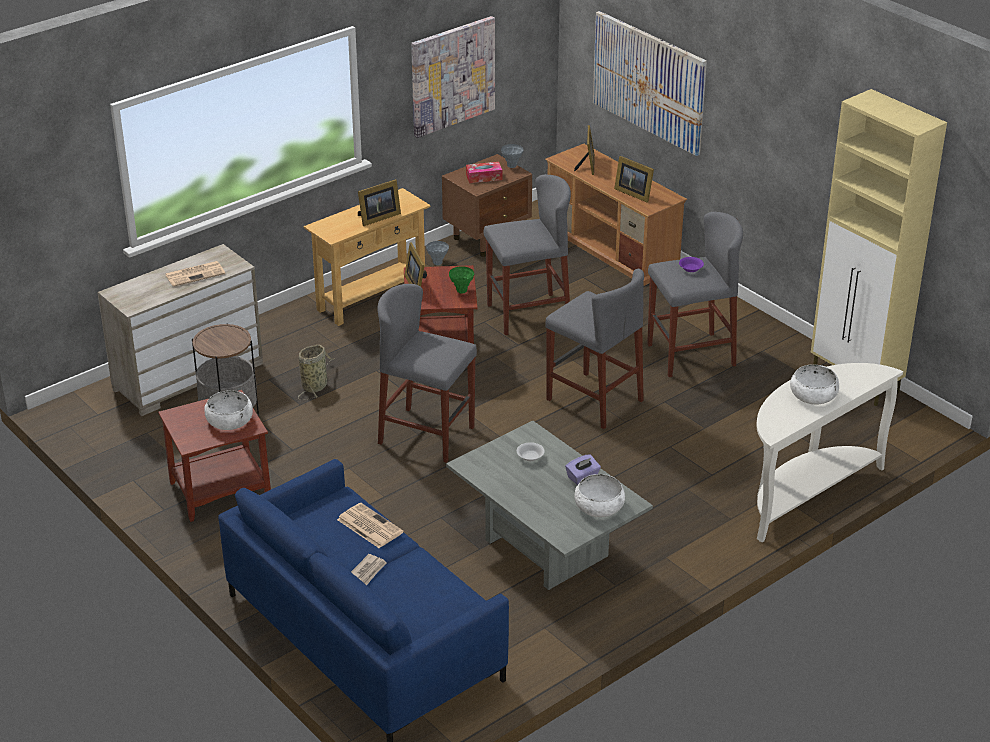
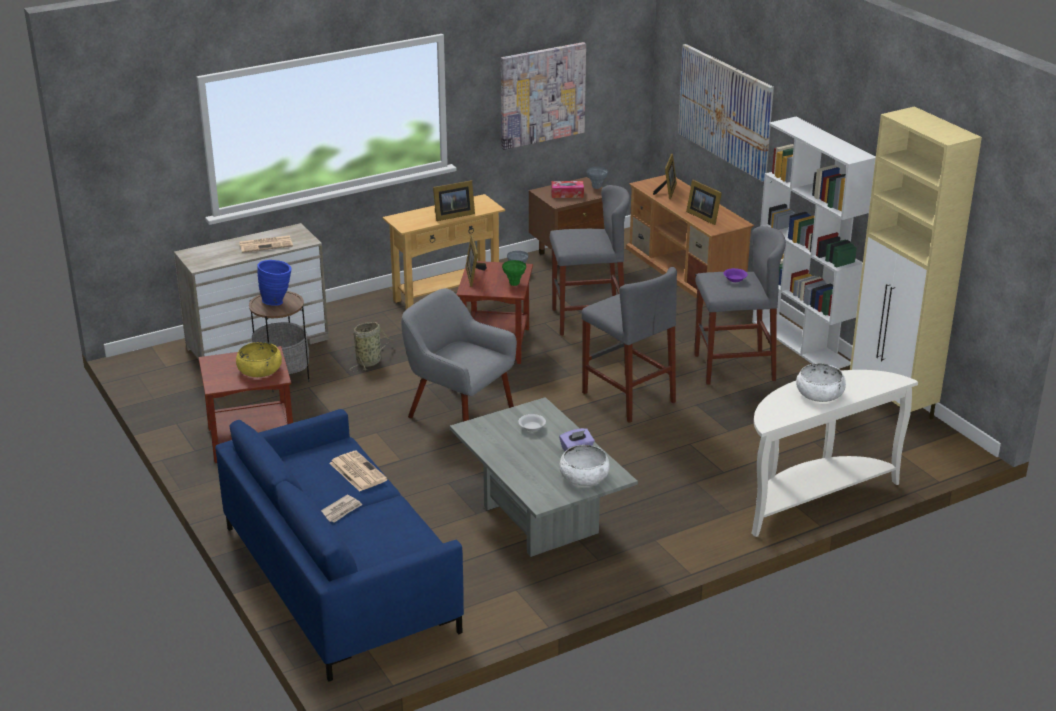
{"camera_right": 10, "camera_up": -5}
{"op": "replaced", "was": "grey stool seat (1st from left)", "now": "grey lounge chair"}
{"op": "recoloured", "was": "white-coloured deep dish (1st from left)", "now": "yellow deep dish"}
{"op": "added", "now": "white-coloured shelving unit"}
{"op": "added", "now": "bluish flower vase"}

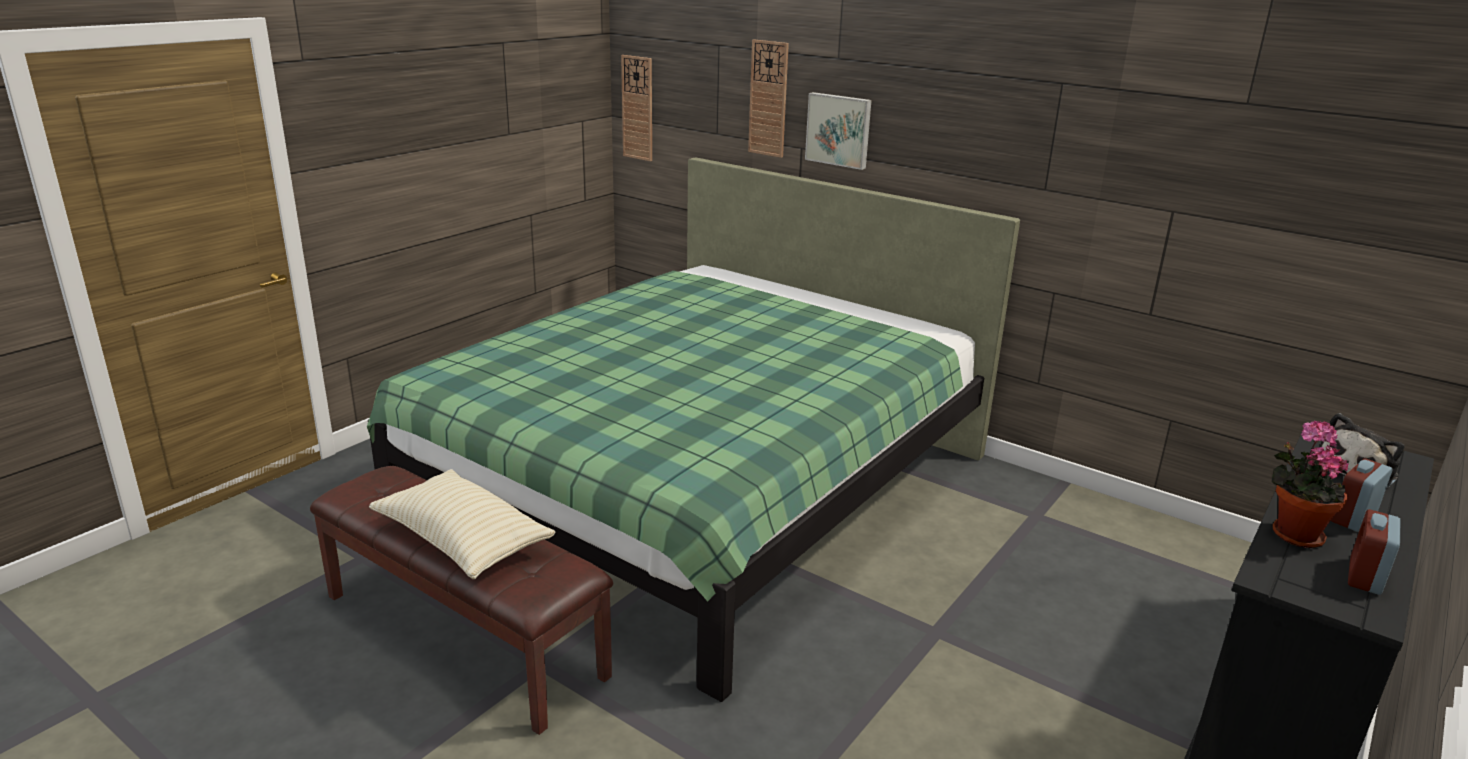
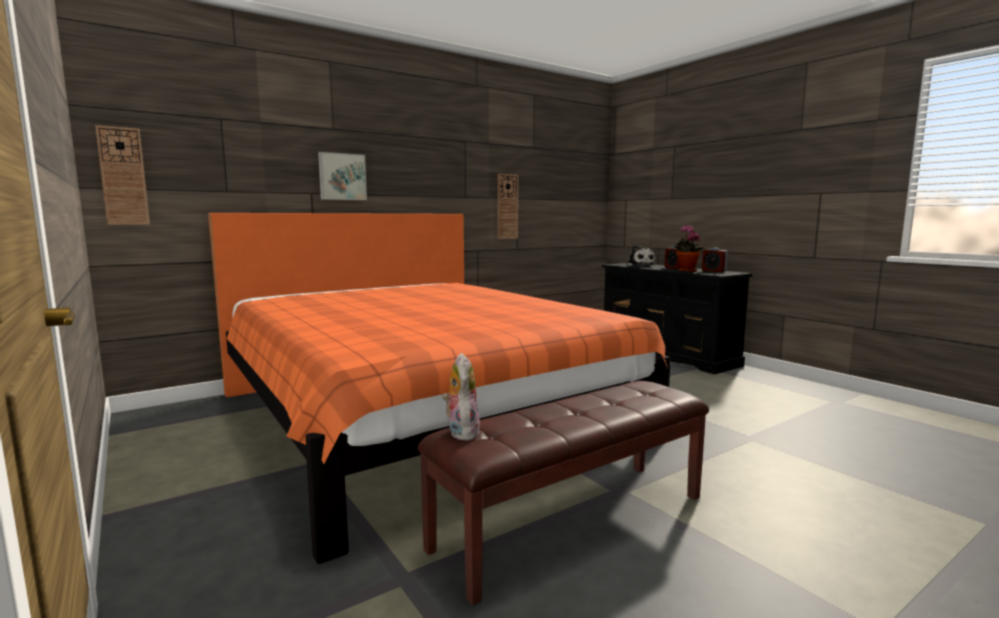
{"camera_right": -70, "camera_up": -15}
{"op": "moved", "was": "clock on the wall (2nd from left)"}
{"op": "recoloured", "was": "green bedroom bed", "now": "orangey bedroom bed"}
{"op": "removed", "was": "beige throw pillow"}
{"op": "added", "now": "soft toy (1st from left)"}

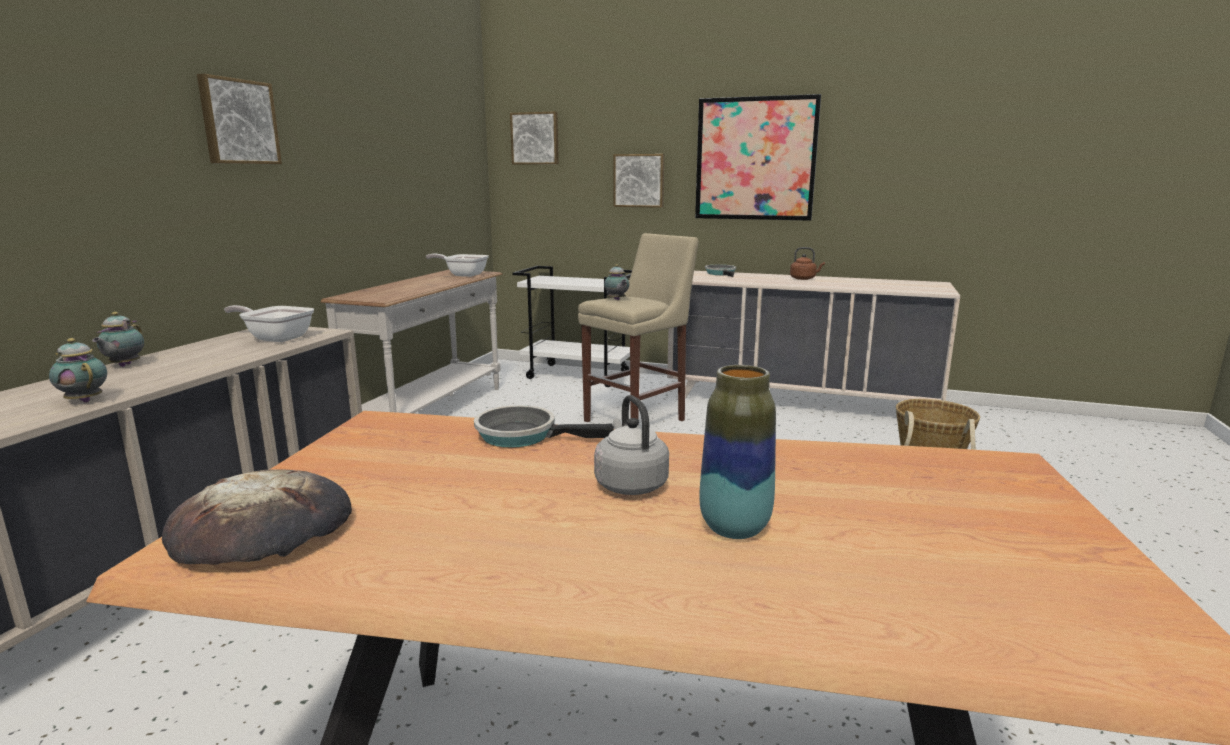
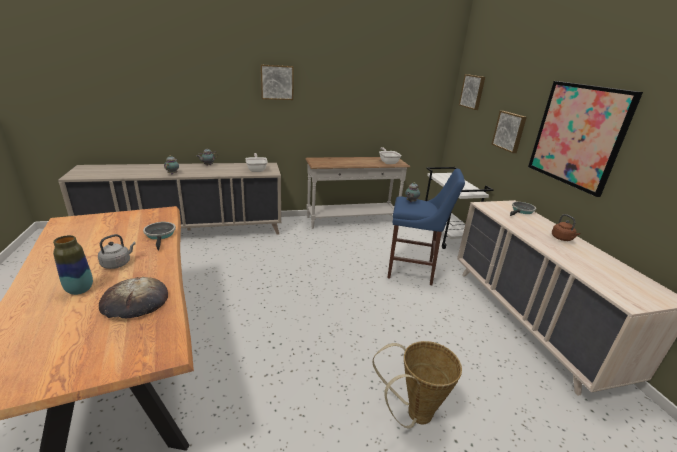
{"camera_right": 55, "camera_up": 10}
{"op": "recoloured", "was": "beige stool seat", "now": "bluish stool seat"}
{"op": "moved", "was": "bread"}

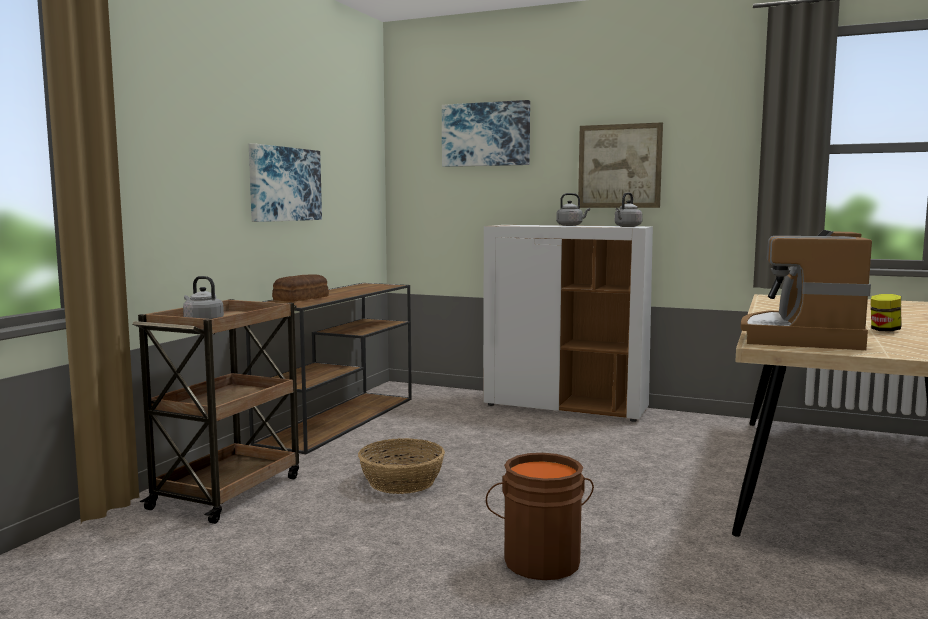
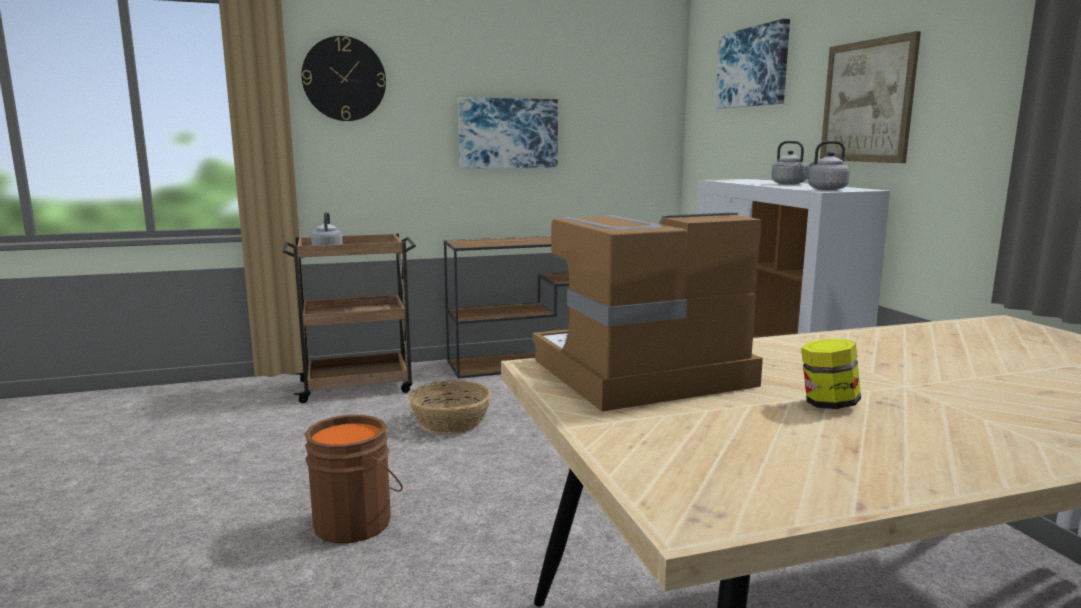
{"camera_right": 50, "camera_up": 5}
{"op": "removed", "was": "bread"}
{"op": "added", "now": "clock on the wall"}

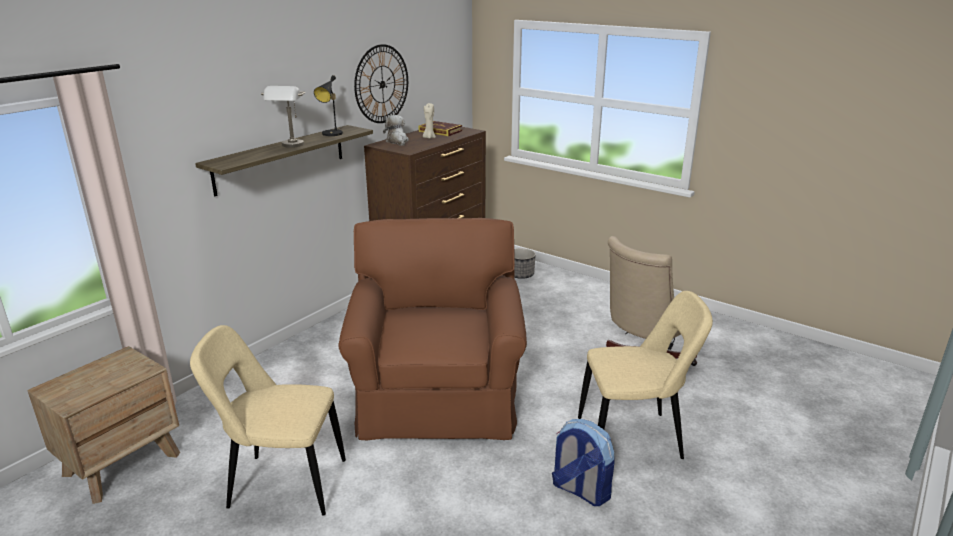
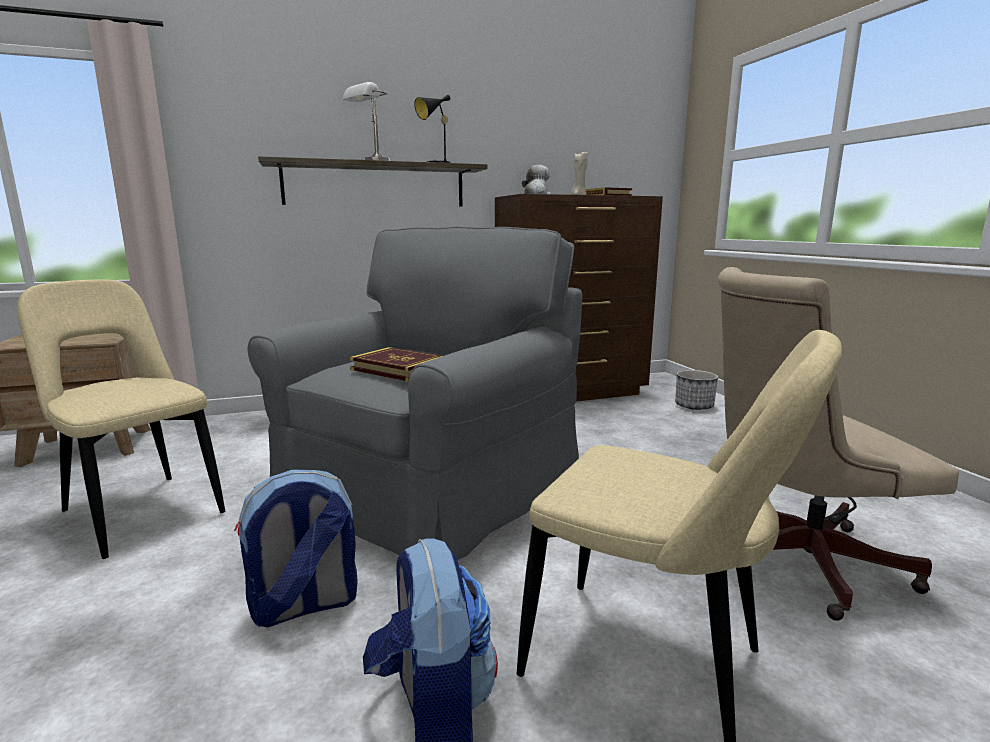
{"camera_right": 35, "camera_up": -10}
{"op": "removed", "was": "clock on the wall"}
{"op": "recoloured", "was": "brownish lounge chair", "now": "grey lounge chair"}
{"op": "added", "now": "book (1st from left)"}
{"op": "added", "now": "knapsack (1st from left)"}

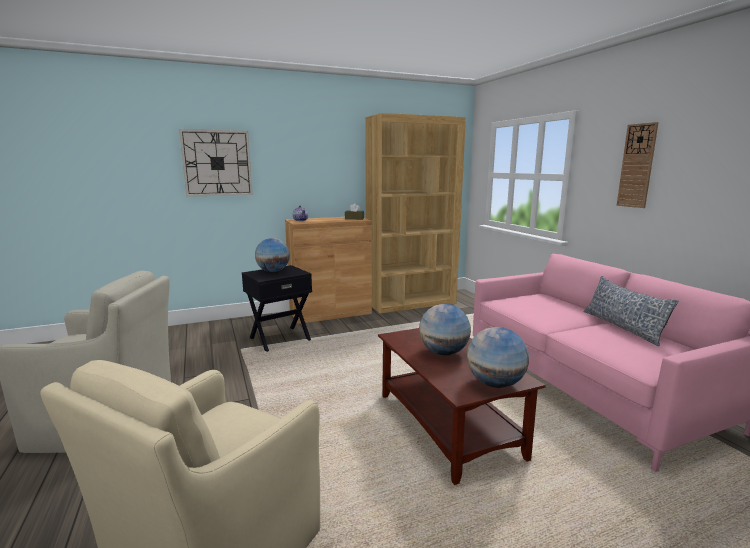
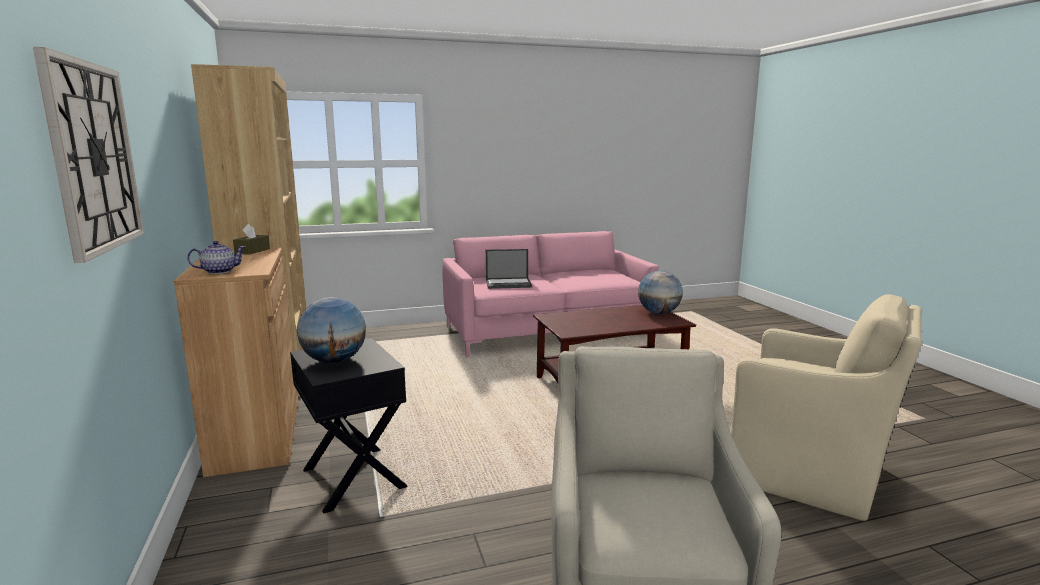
{"camera_right": -85, "camera_up": 0}
{"op": "removed", "was": "clock on the wall (2nd from left)"}
{"op": "removed", "was": "throw pillow"}
{"op": "removed", "was": "world globe (2nd from left)"}
{"op": "added", "now": "notebook computer"}

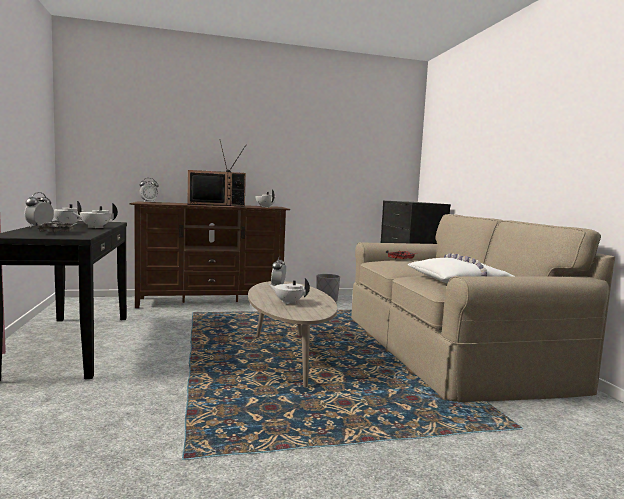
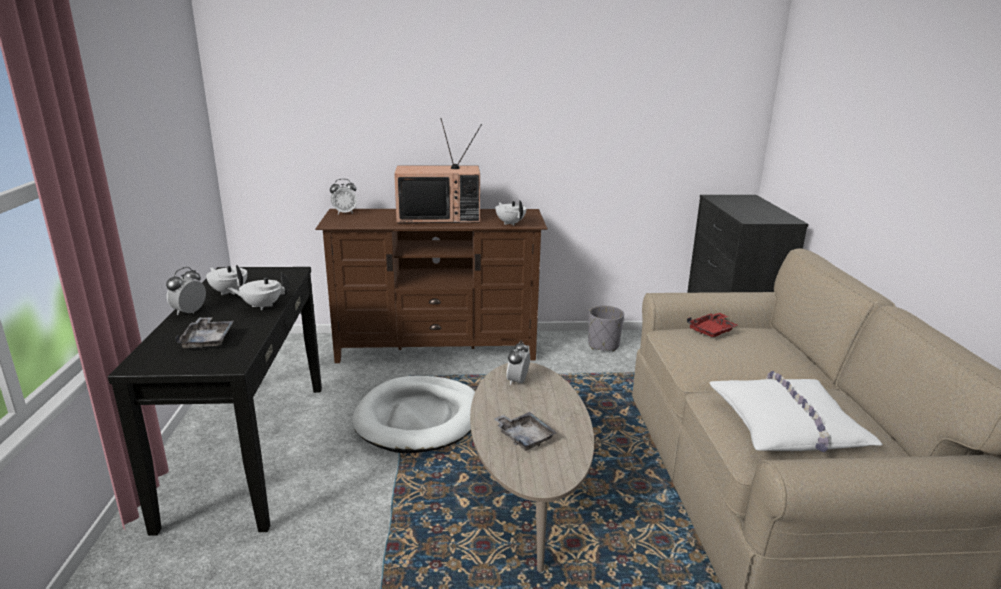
{"camera_right": 10, "camera_up": 15}
{"op": "replaced", "was": "white-coloured tea pot (4th from left)", "now": "grey serving tray (2nd from left)"}
{"op": "added", "now": "white-coloured dog bed"}

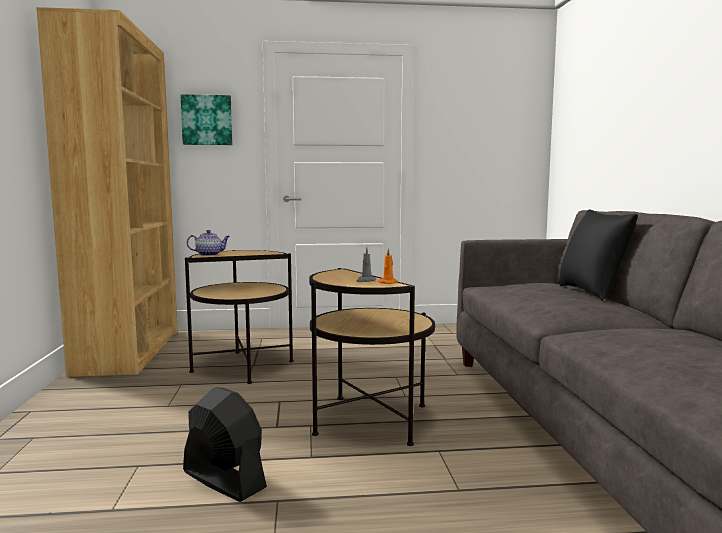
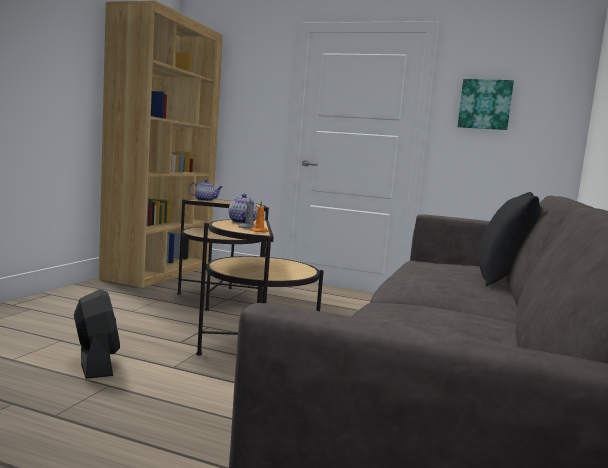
{"camera_right": 25, "camera_up": 0}
{"op": "moved", "was": "wall picture"}
{"op": "added", "now": "tea pot (2nd from left)"}

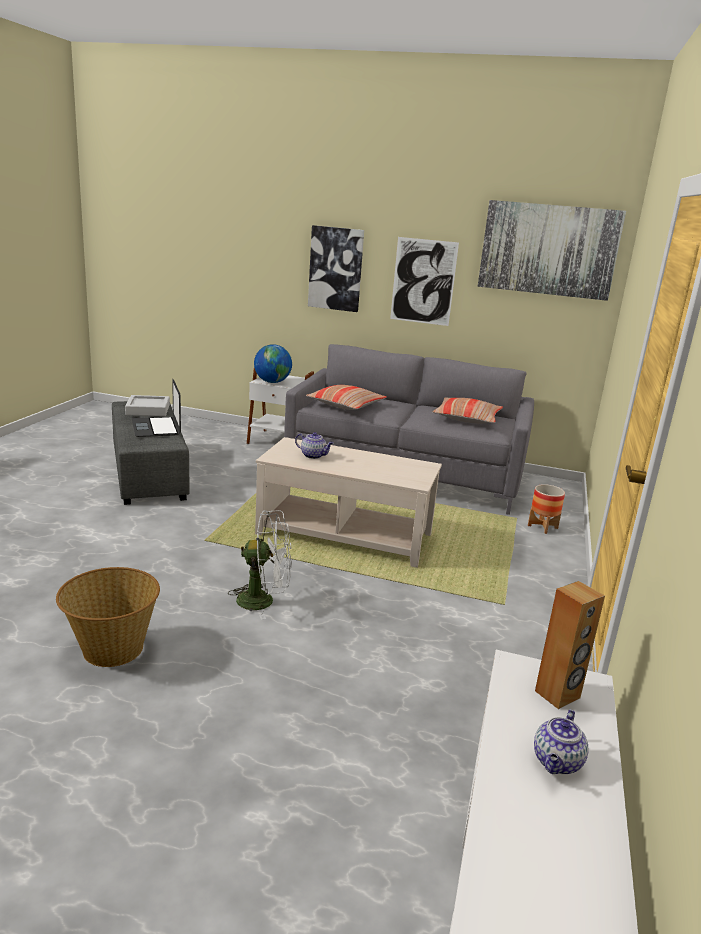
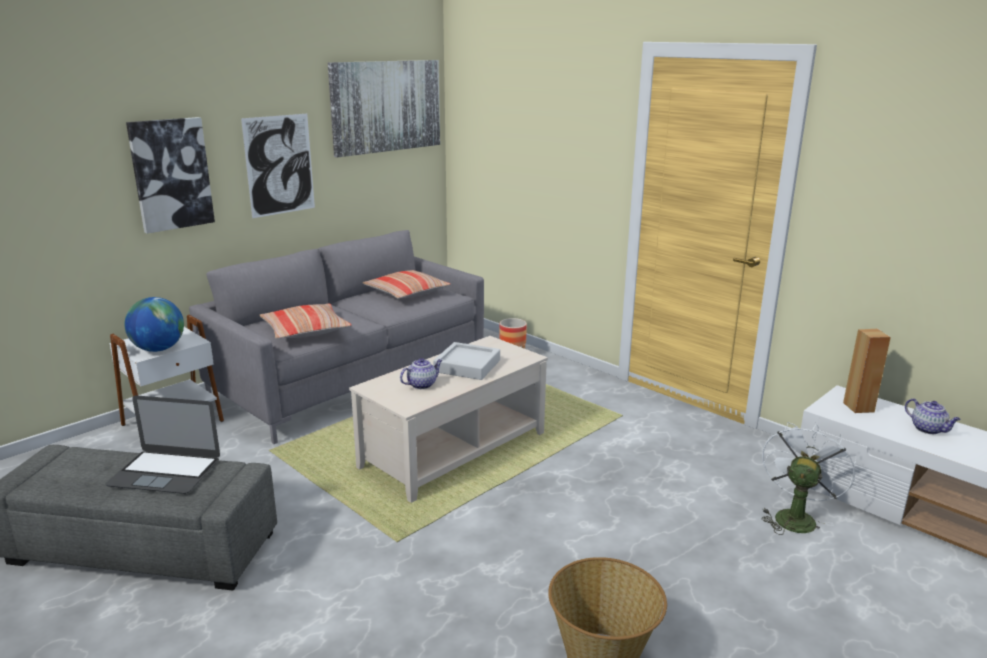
{"camera_right": -60, "camera_up": 0}
{"op": "moved", "was": "grey serving tray"}
{"op": "moved", "was": "white-coloured fan"}

